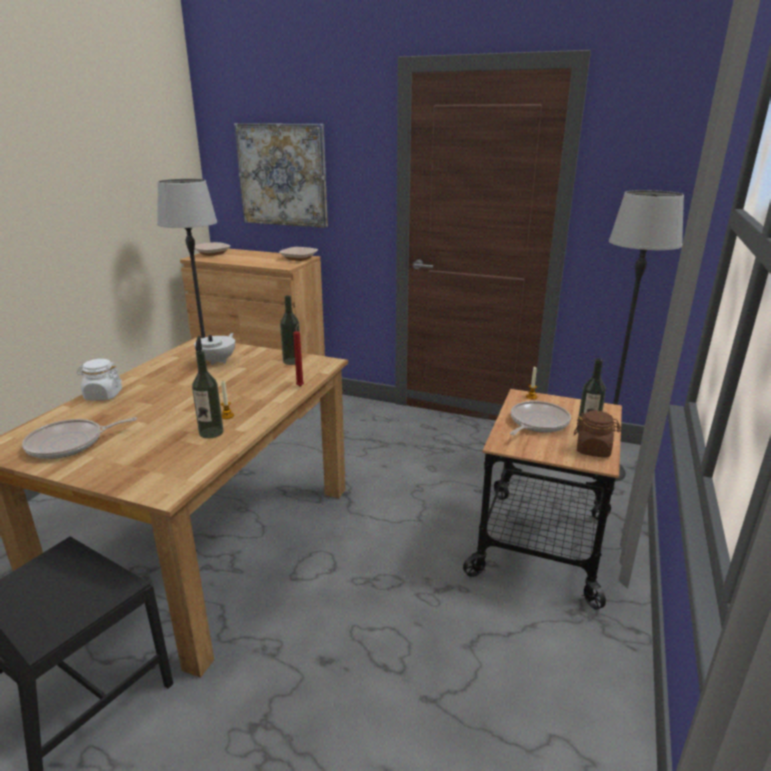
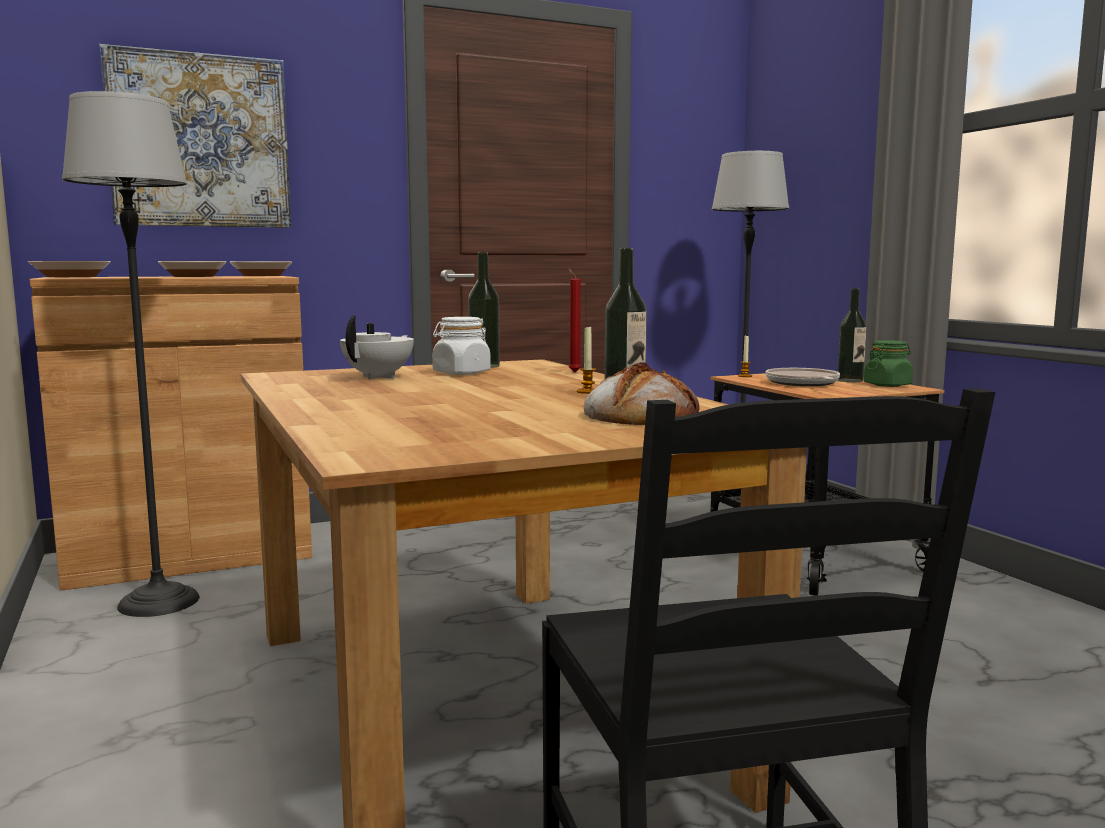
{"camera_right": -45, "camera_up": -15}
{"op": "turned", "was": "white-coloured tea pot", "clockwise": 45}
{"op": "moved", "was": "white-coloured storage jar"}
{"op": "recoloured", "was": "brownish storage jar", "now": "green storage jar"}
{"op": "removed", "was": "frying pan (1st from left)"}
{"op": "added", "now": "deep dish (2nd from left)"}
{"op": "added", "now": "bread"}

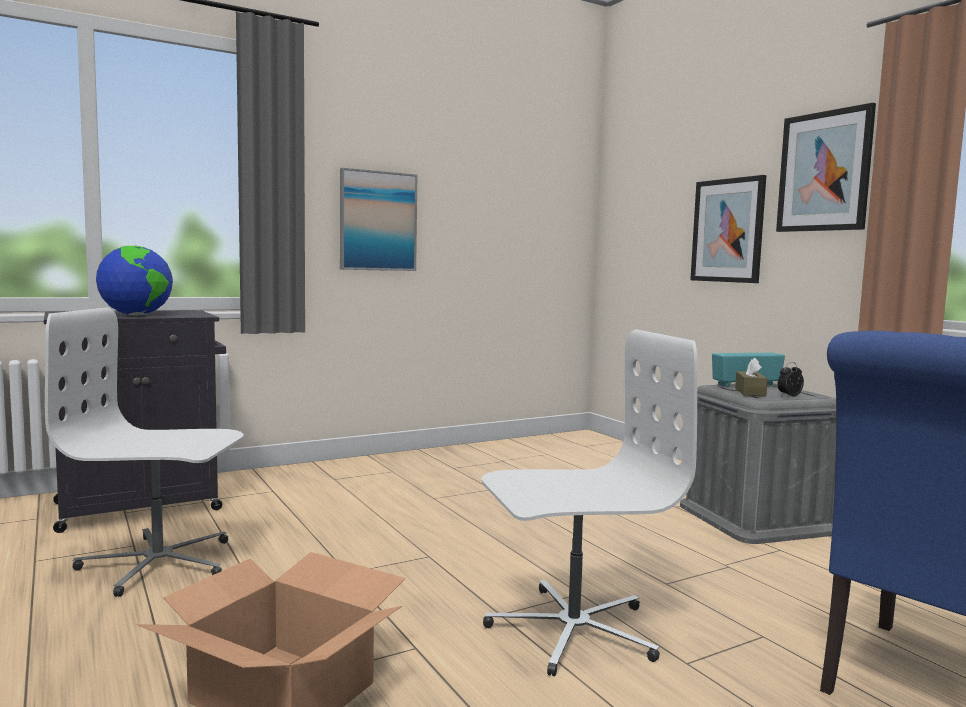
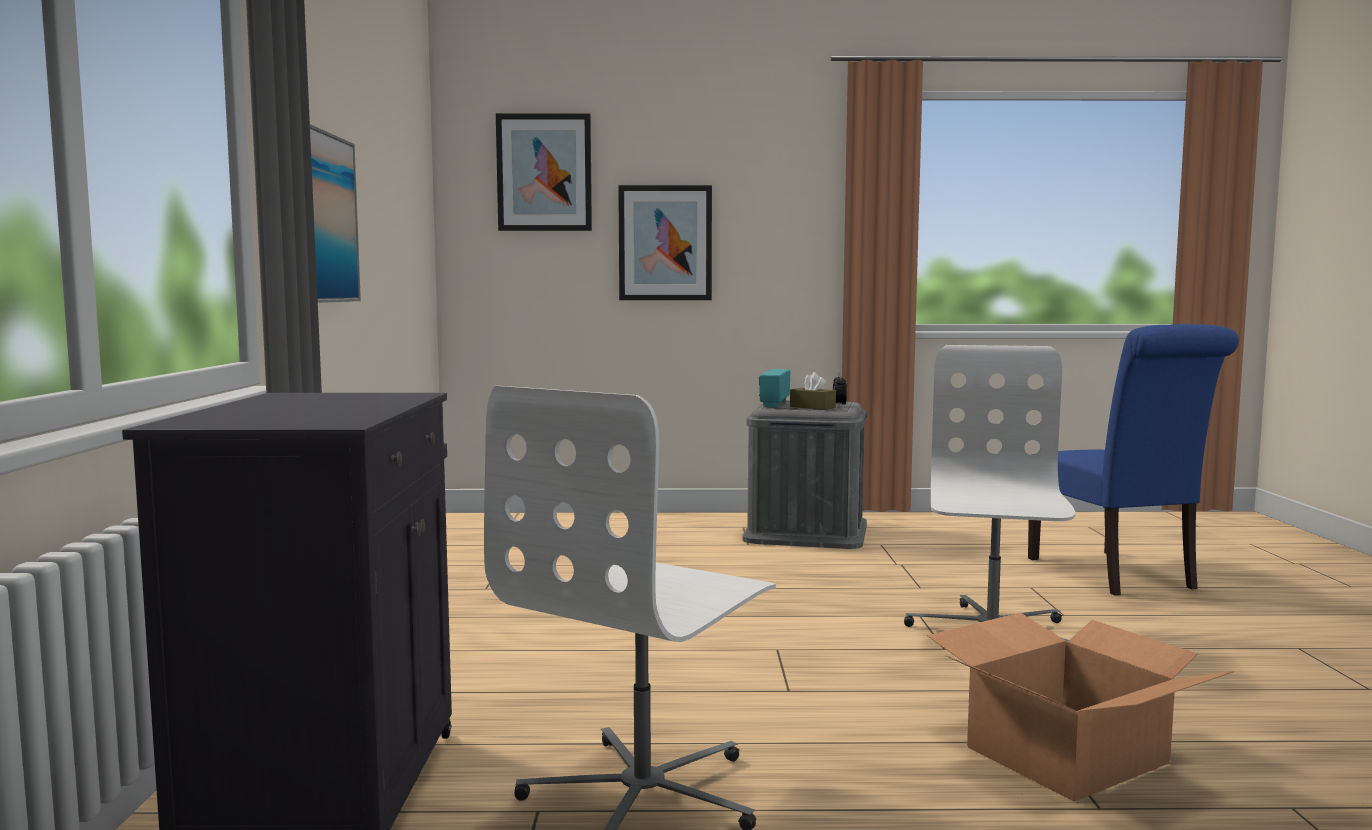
{"camera_right": -60, "camera_up": 0}
{"op": "moved", "was": "wall picture (3rd from left in the first image)", "now": "wall picture (2nd from left)"}
{"op": "removed", "was": "world globe"}

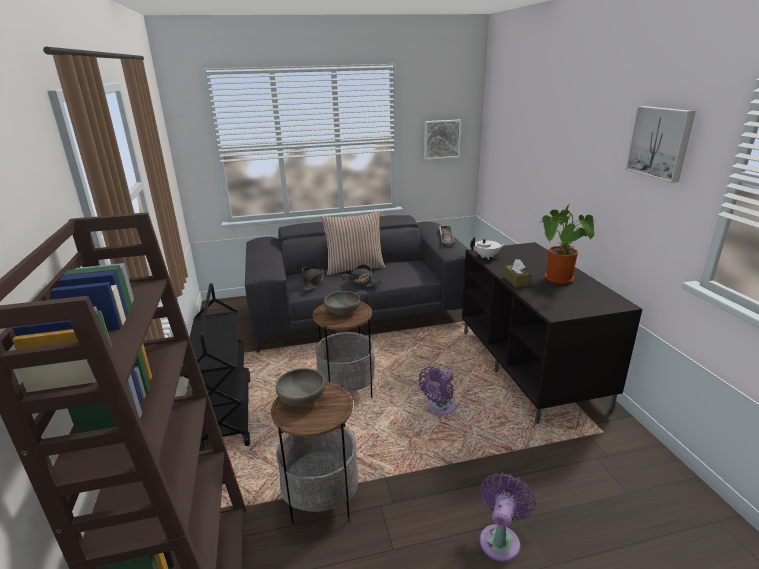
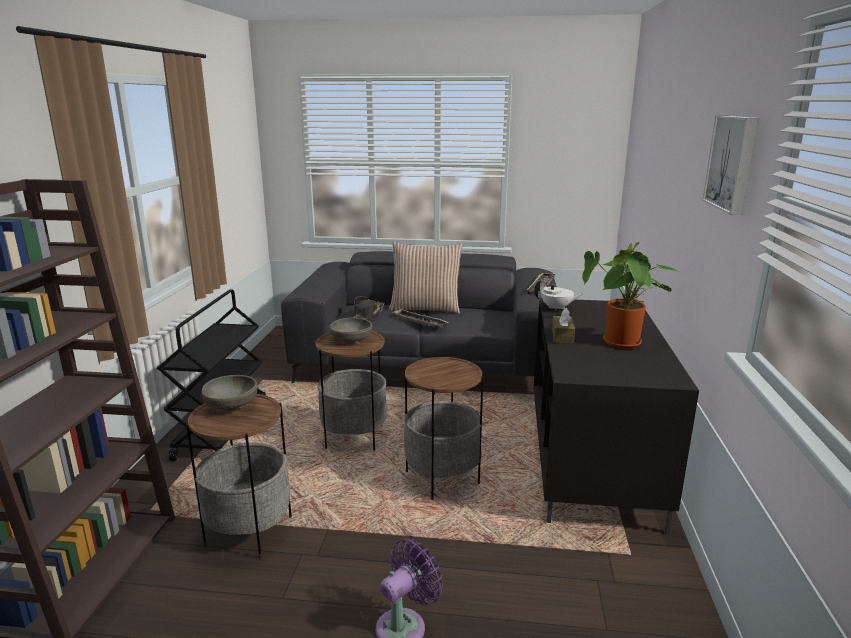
{"camera_right": 20, "camera_up": -5}
{"op": "removed", "was": "wall picture (1st from left)"}
{"op": "replaced", "was": "blackish hat (2nd from left)", "now": "serving tray (1st from left)"}
{"op": "replaced", "was": "purplish fan (1st from left)", "now": "end table (3rd from left)"}

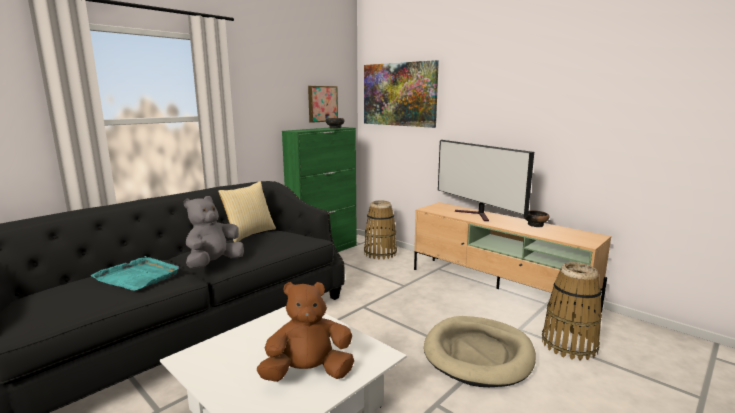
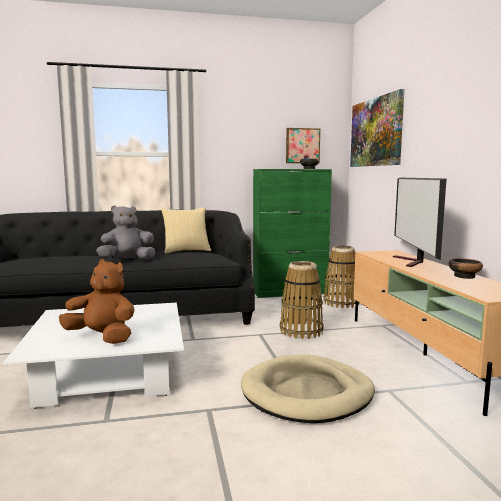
{"camera_right": 35, "camera_up": -5}
{"op": "removed", "was": "blue-green serving tray"}
{"op": "moved", "was": "household basket (2nd from left in the first image)", "now": "household basket (1st from left)"}

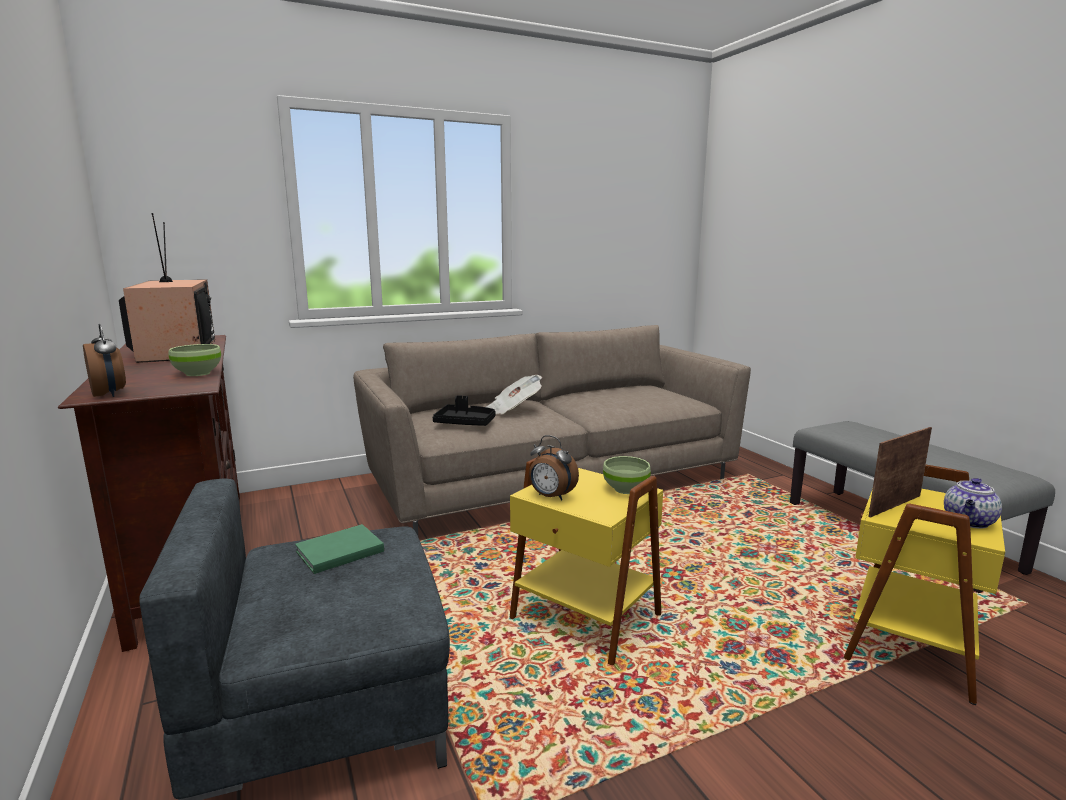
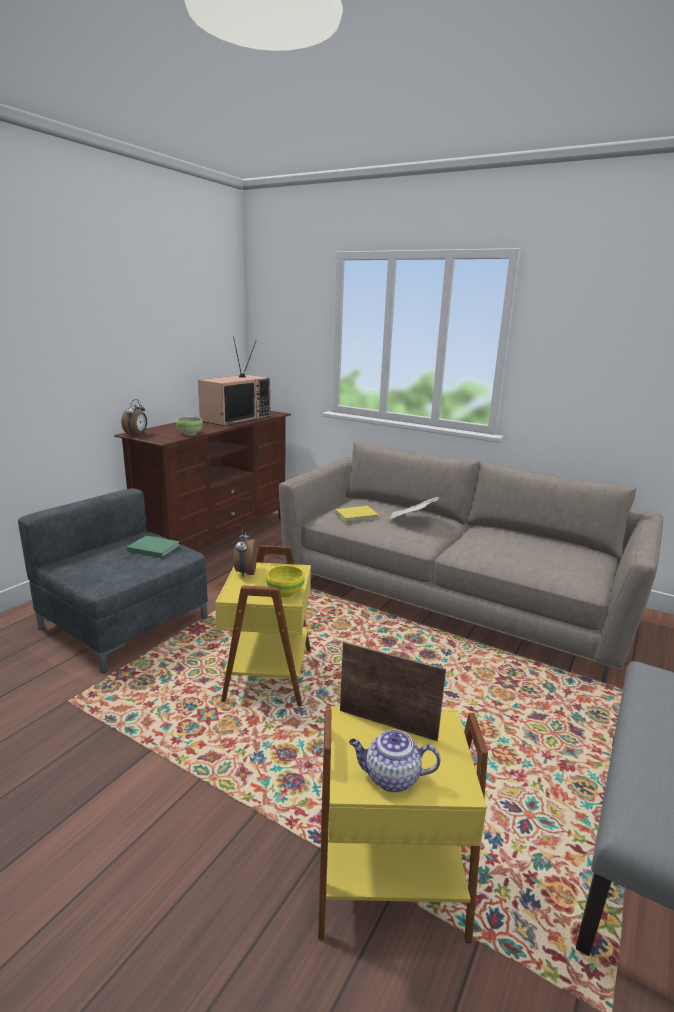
{"camera_right": 55, "camera_up": 5}
{"op": "replaced", "was": "blackish serving tray", "now": "yellow book"}
{"op": "recoloured", "was": "green deep dish (2nd from left)", "now": "yellow deep dish"}

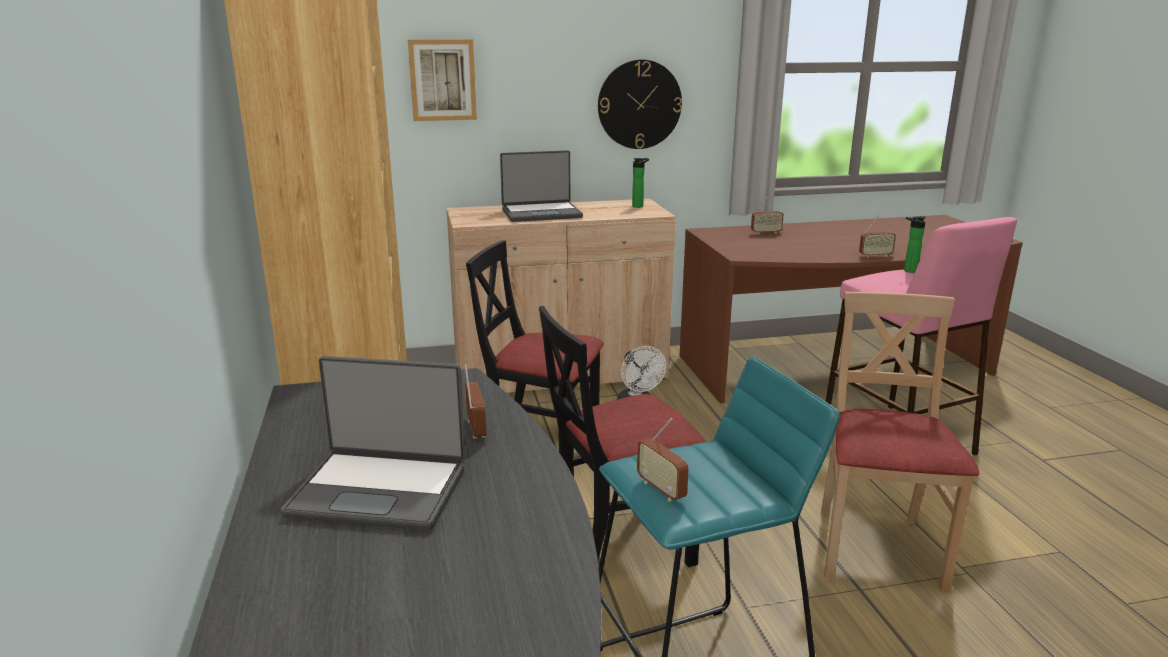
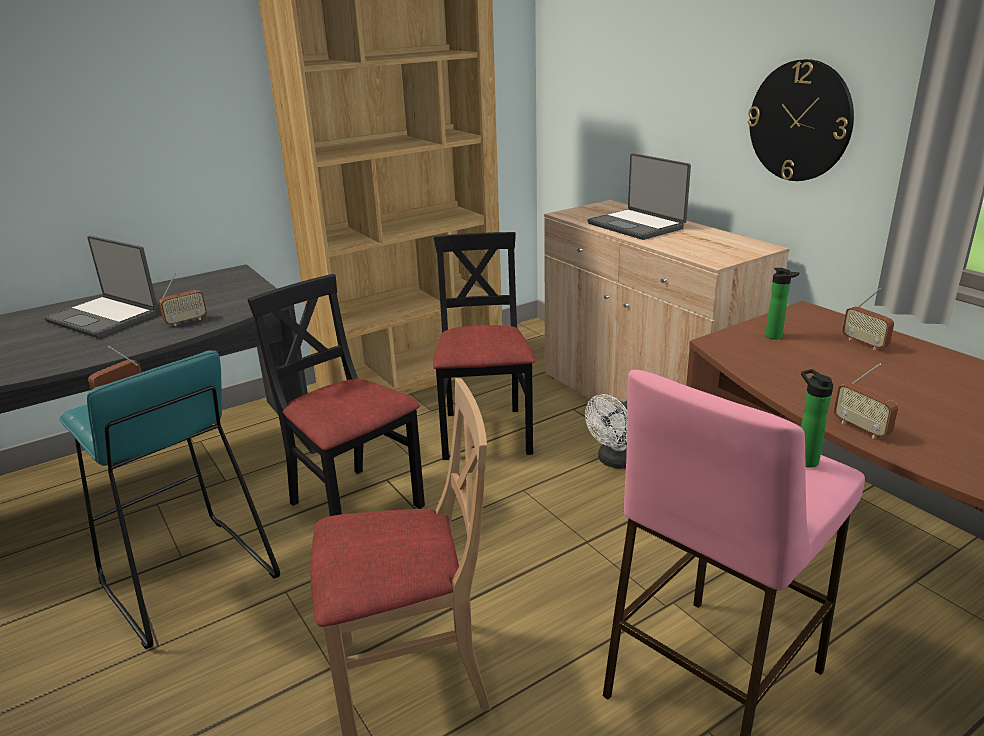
{"camera_right": 70, "camera_up": 5}
{"op": "removed", "was": "wall picture"}
{"op": "moved", "was": "beverage bottle (1st from left)"}
{"op": "turned", "was": "notebook computer (1st from left)", "clockwise": -45}

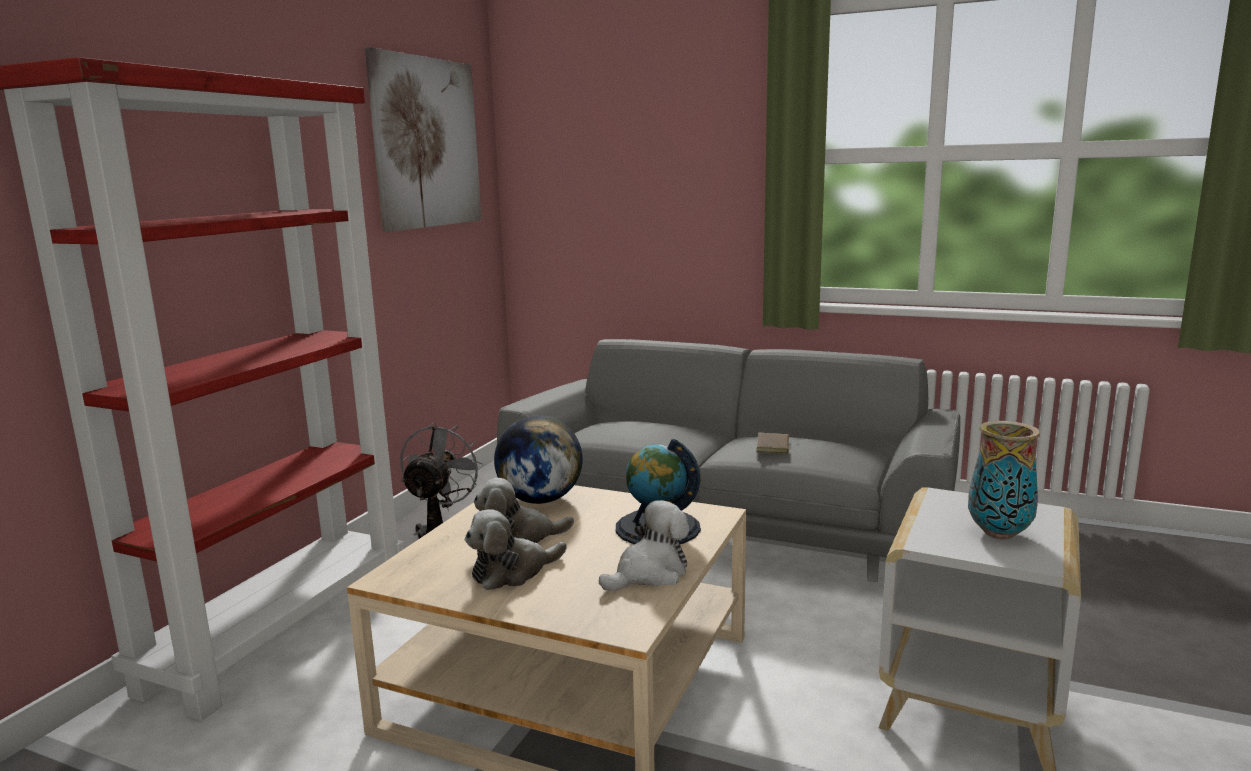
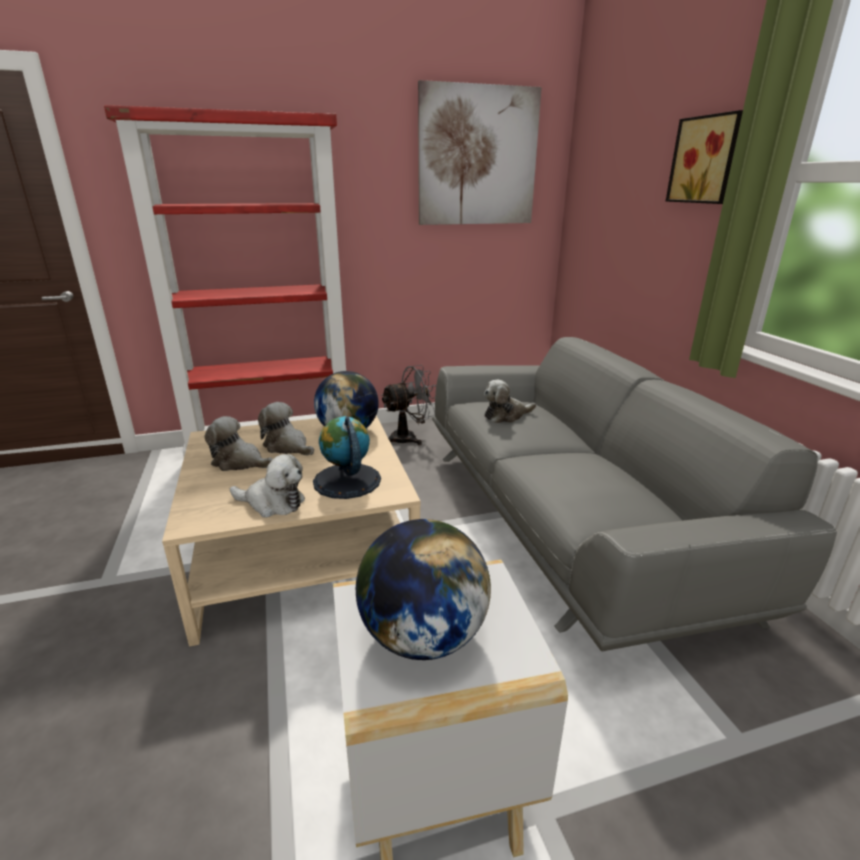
{"camera_right": 50, "camera_up": 10}
{"op": "replaced", "was": "flower vase", "now": "world globe (3rd from left)"}
{"op": "removed", "was": "brownish book"}
{"op": "added", "now": "wall picture (2nd from left)"}
{"op": "added", "now": "soft toy (4th from left)"}

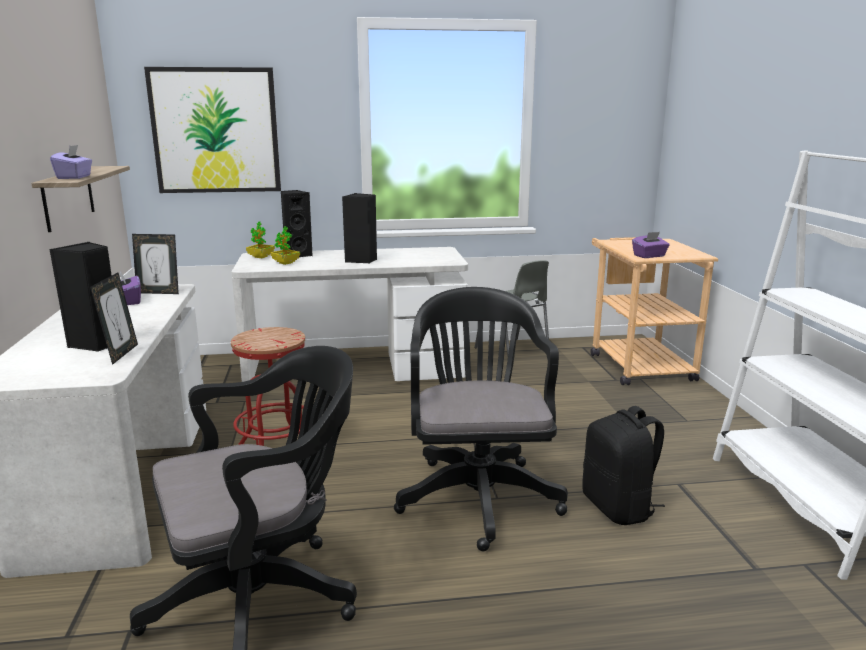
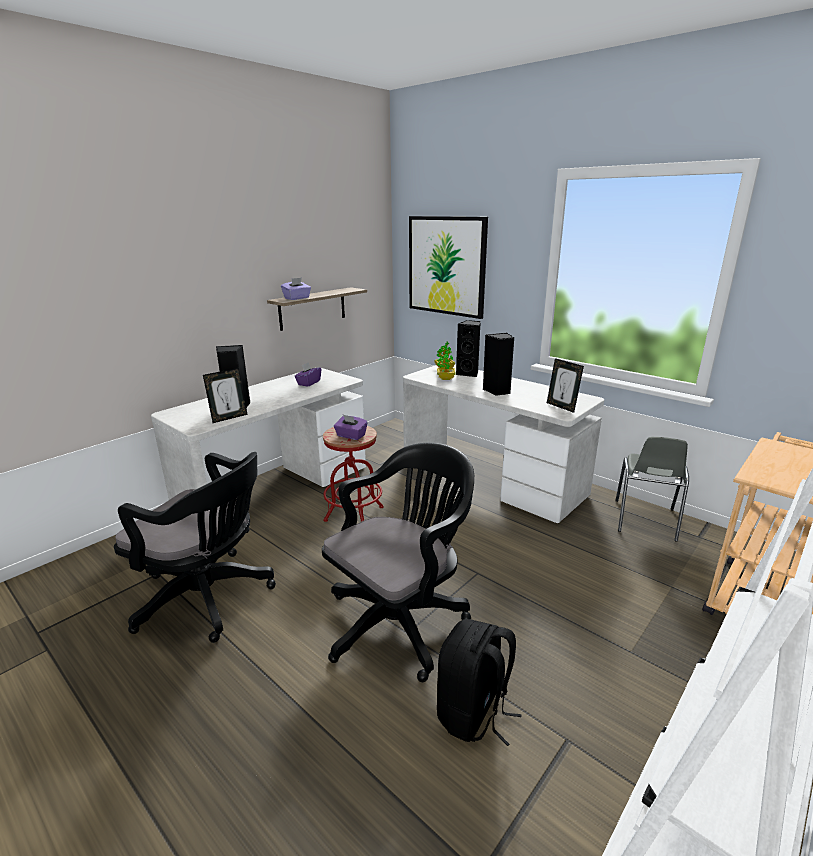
{"camera_right": 50, "camera_up": 5}
{"op": "moved", "was": "purplish box of tissues (3rd from left)"}
{"op": "moved", "was": "standing frame (2nd from left)"}

